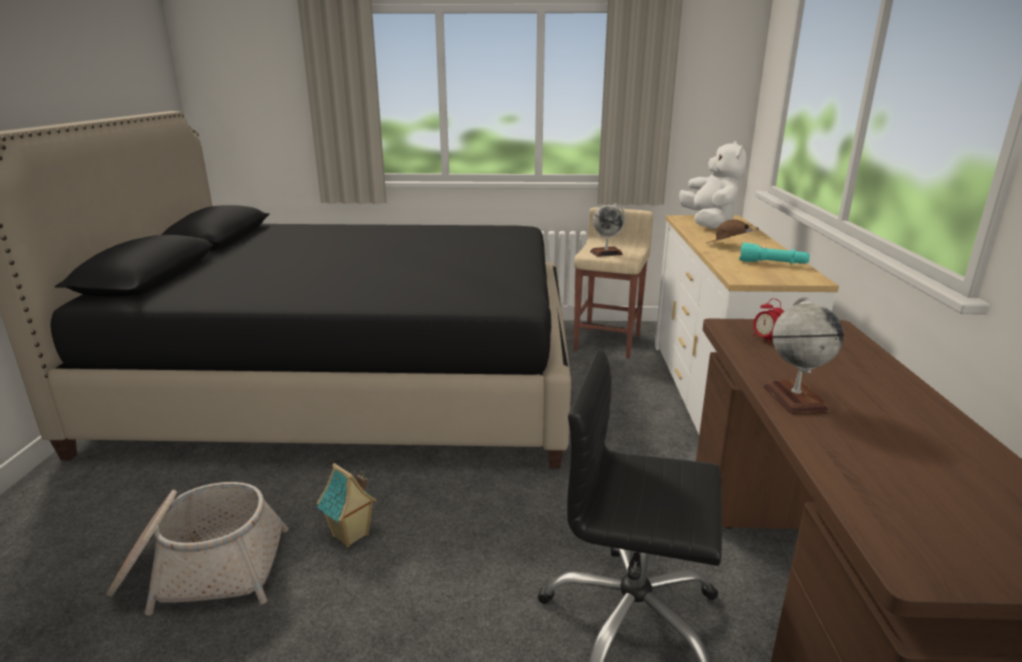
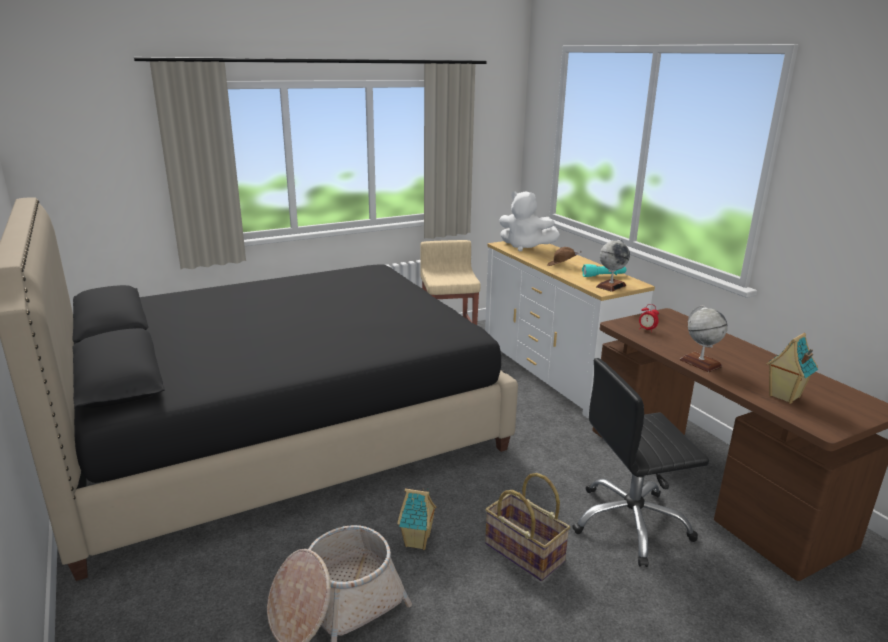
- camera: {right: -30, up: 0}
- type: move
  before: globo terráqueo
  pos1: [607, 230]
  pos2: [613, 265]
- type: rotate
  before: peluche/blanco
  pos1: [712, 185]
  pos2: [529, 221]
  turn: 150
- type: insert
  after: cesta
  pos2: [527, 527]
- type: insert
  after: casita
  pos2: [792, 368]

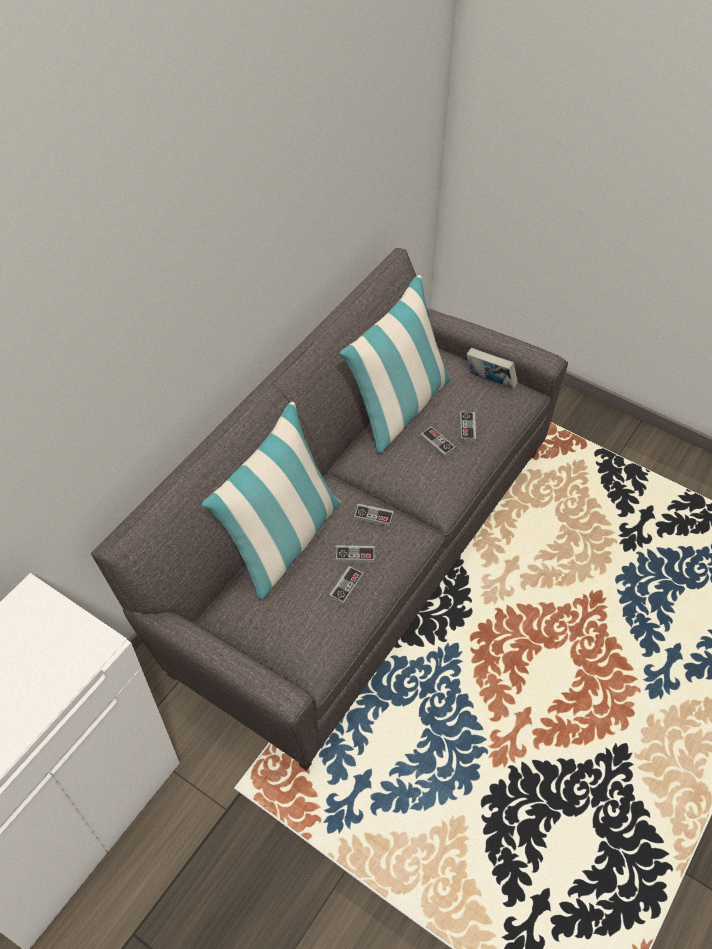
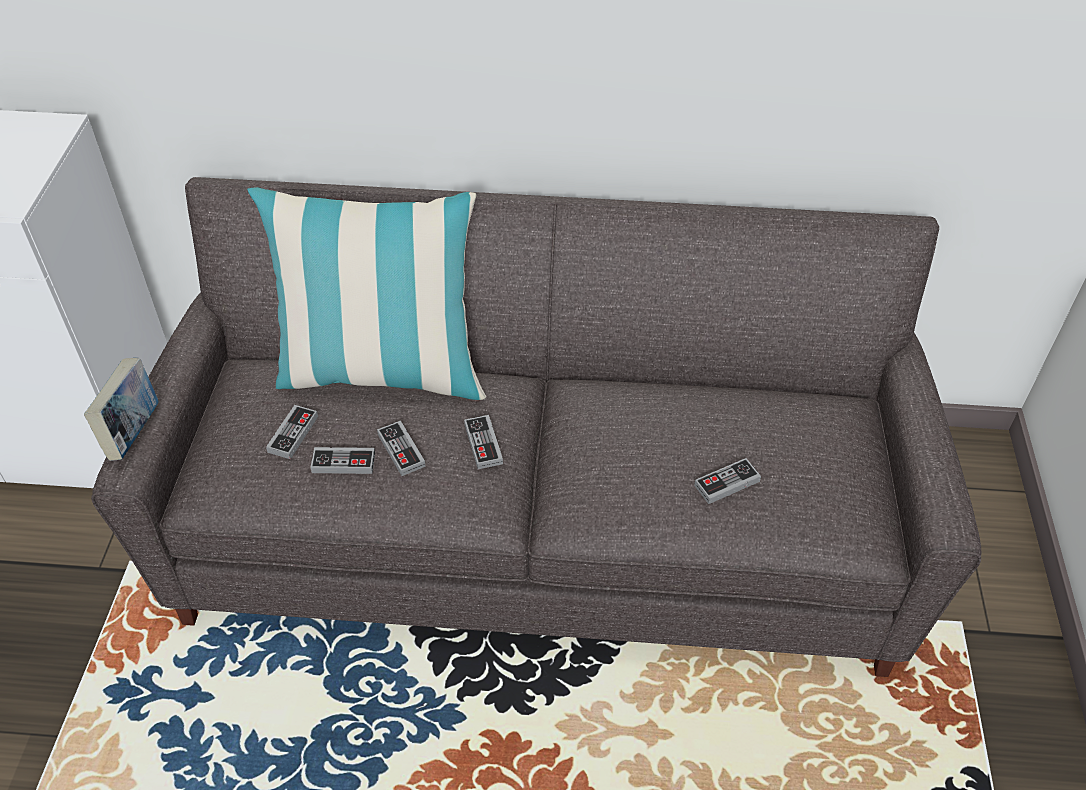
- camera: {right: 60, up: -5}
- type: delete
  before: cojín
  pos1: [395, 364]
- type: move
  before: mando de consola
  pos1: [437, 442]
  pos2: [292, 432]
- type: move
  before: libro
  pos1: [492, 368]
  pos2: [121, 409]

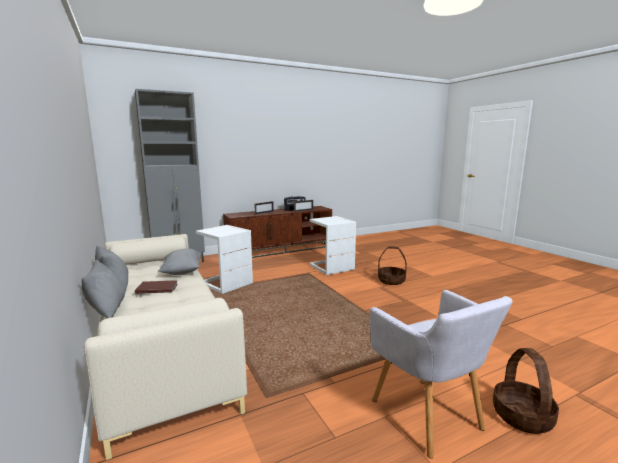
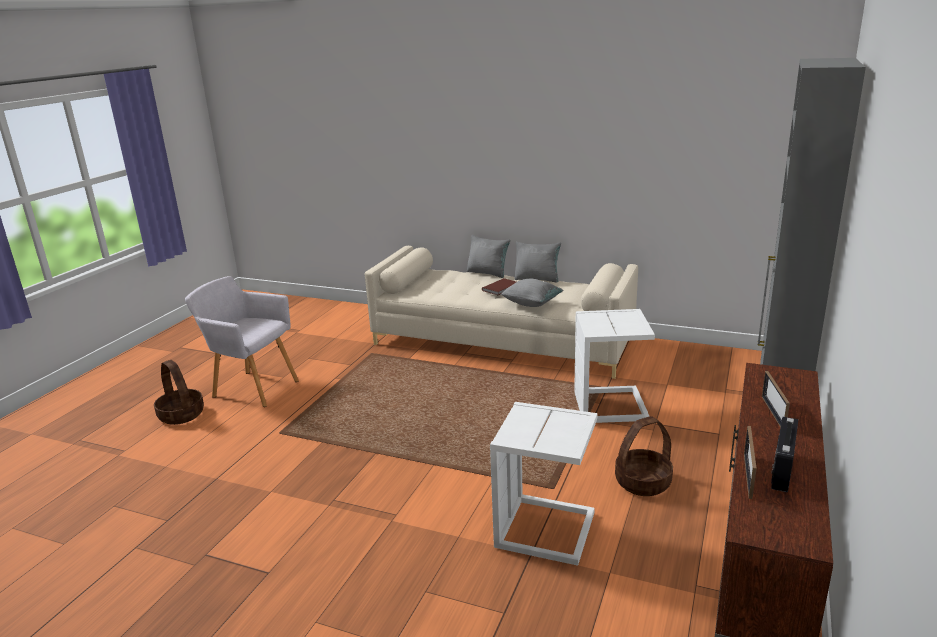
- camera: {right: 140, up: 10}
- type: move
  before: cesta
  pos1: [392, 265]
  pos2: [644, 456]

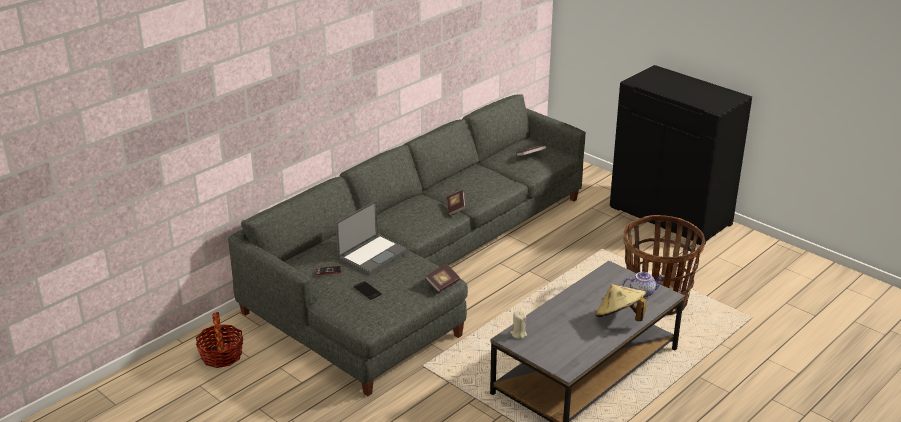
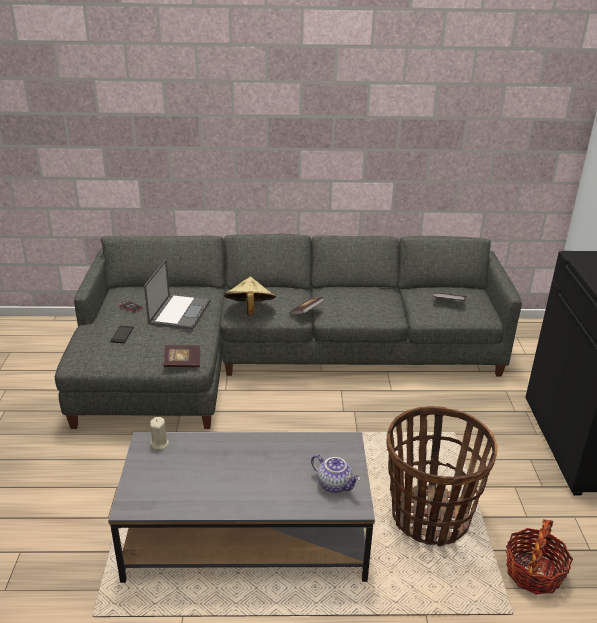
- camera: {right: 45, up: 0}
- type: move
  before: cesta
  pos1: [219, 340]
  pos2: [539, 557]
- type: rotate
  before: portátil
  pos1: [372, 238]
  pos2: [177, 294]
  turn: -75
- type: move
  before: sombrero/beis
  pos1: [621, 302]
  pos2: [250, 296]

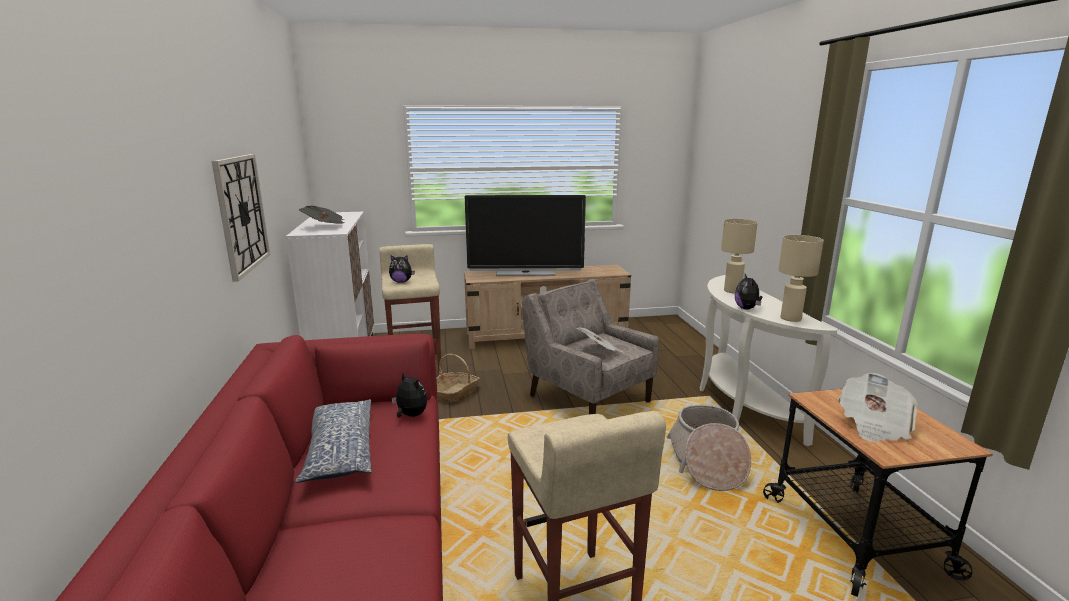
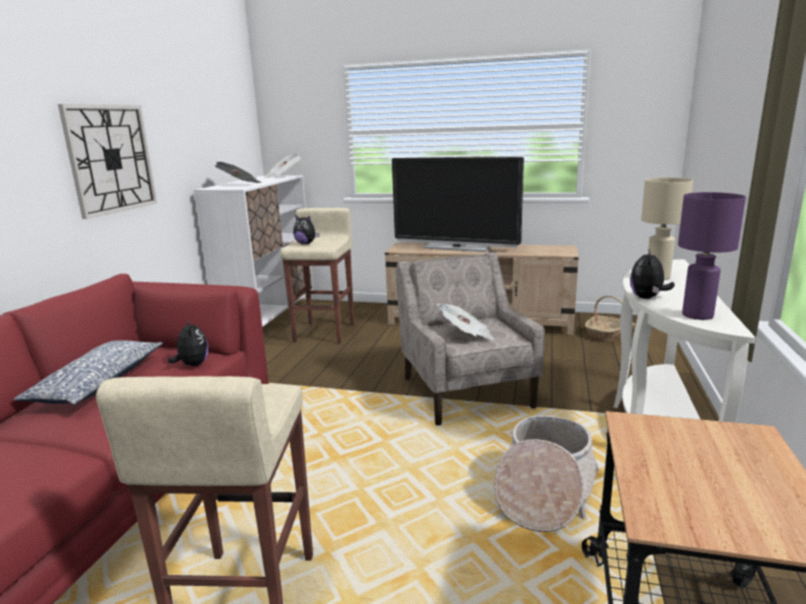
- camera: {right: 25, up: 0}
- type: move
  before: cesta
  pos1: [458, 378]
  pos2: [610, 319]
- type: recolor
  before: lámpara de mesa/beis
  after: lámpara de mesa/morado
  pos1: [801, 278]
  pos2: [712, 256]
- type: move
  before: periódico
  pos1: [878, 407]
  pos2: [282, 165]

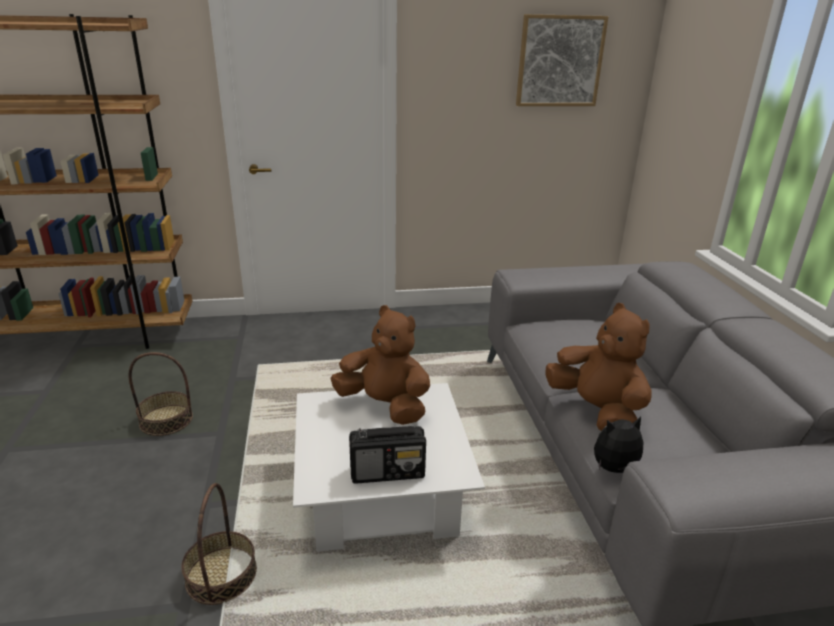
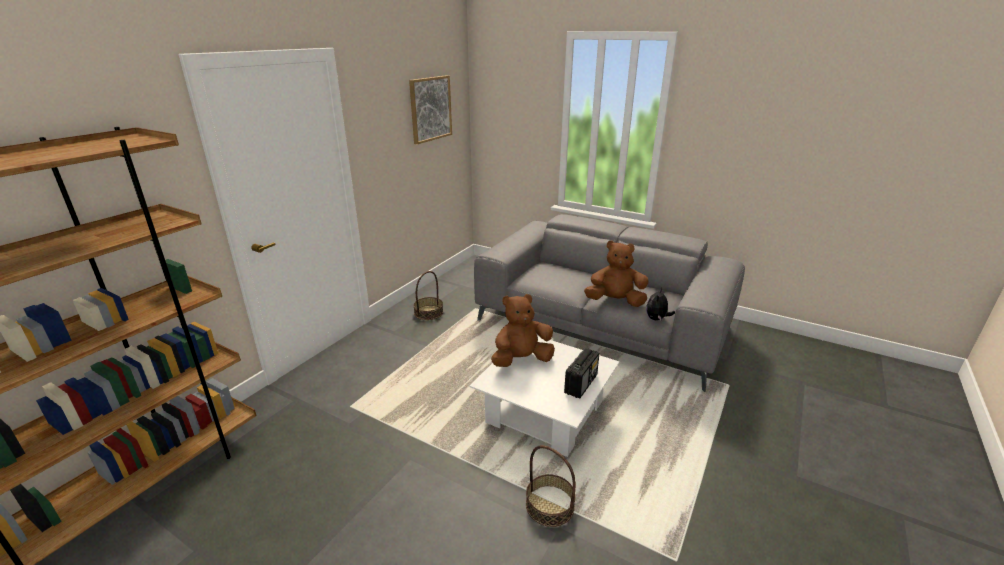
- camera: {right: -50, up: 0}
- type: move
  before: cesta
  pos1: [161, 394]
  pos2: [428, 295]

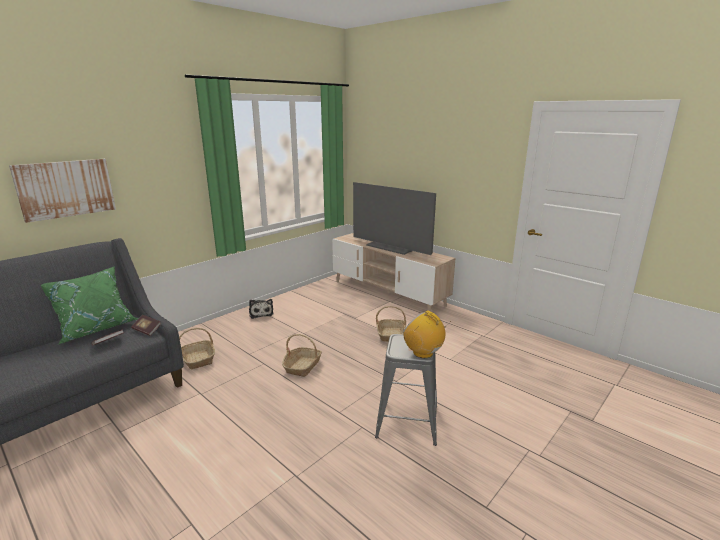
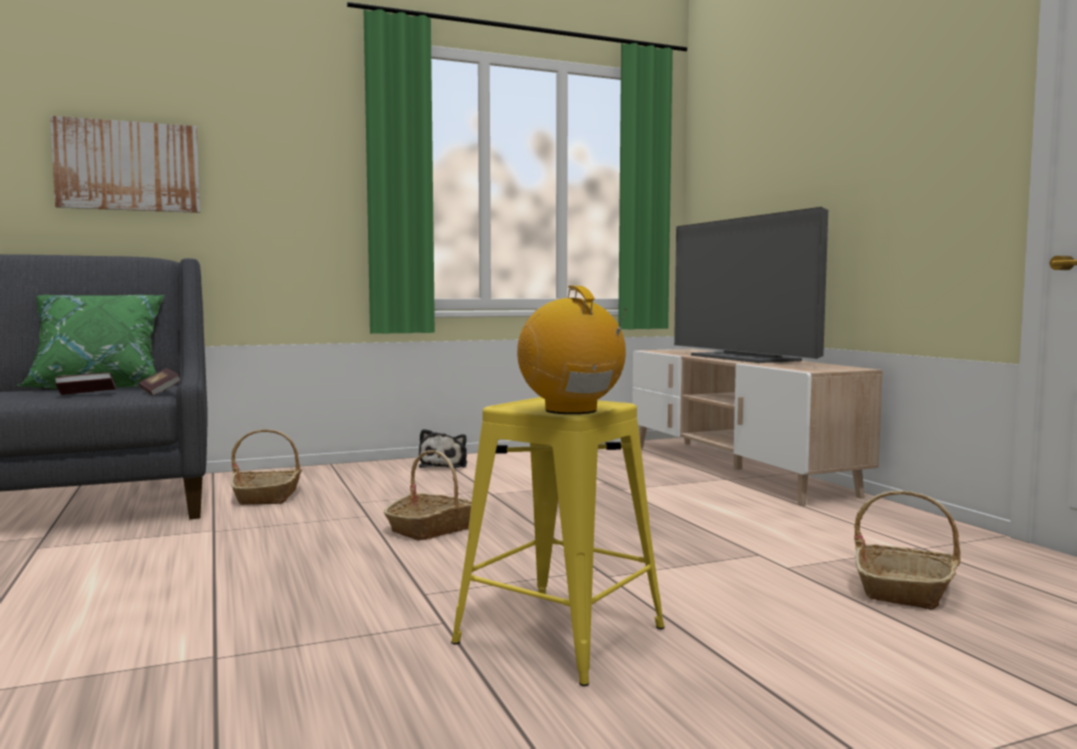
- camera: {right: 25, up: -15}
- type: recolor
  before: taburete/gris
  after: taburete/amarillo
  pos1: [406, 390]
  pos2: [558, 541]
- type: move
  before: cesta
  pos1: [391, 324]
  pos2: [907, 550]

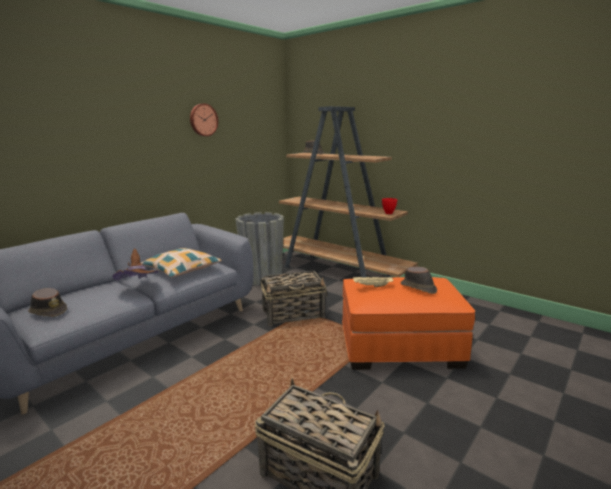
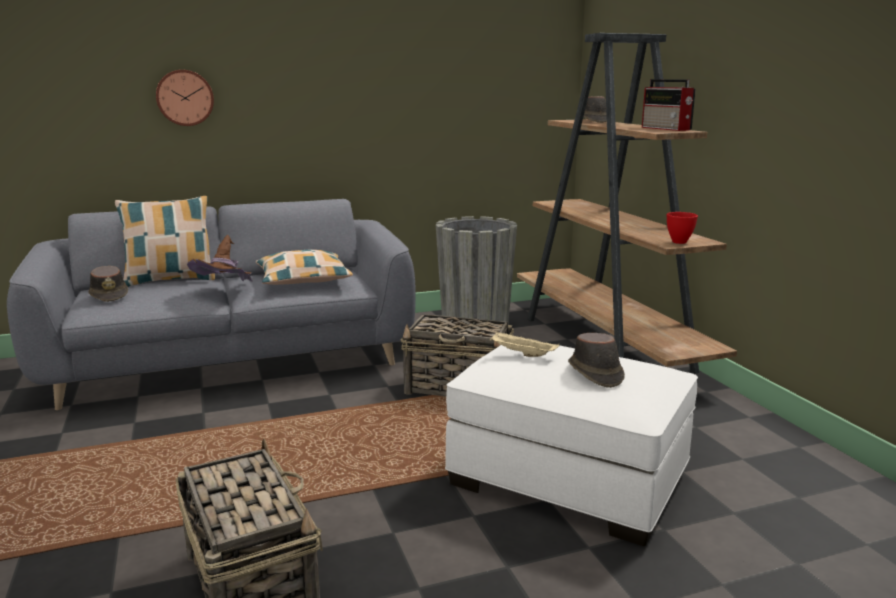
- camera: {right: 30, up: 0}
- type: move
  before: reloj de pared
  pos1: [204, 120]
  pos2: [185, 98]
- type: recolor
  before: puf/naranja
  after: puf/blanco
  pos1: [408, 323]
  pos2: [571, 445]
- type: insert
  after: cojín
  pos2: [165, 241]
- type: insert
  after: radio
  pos2: [669, 105]

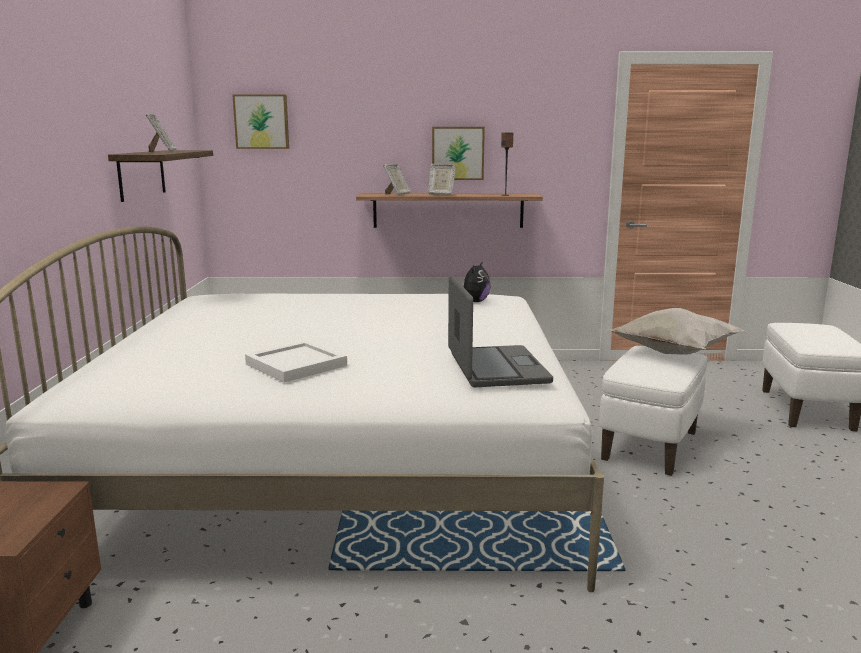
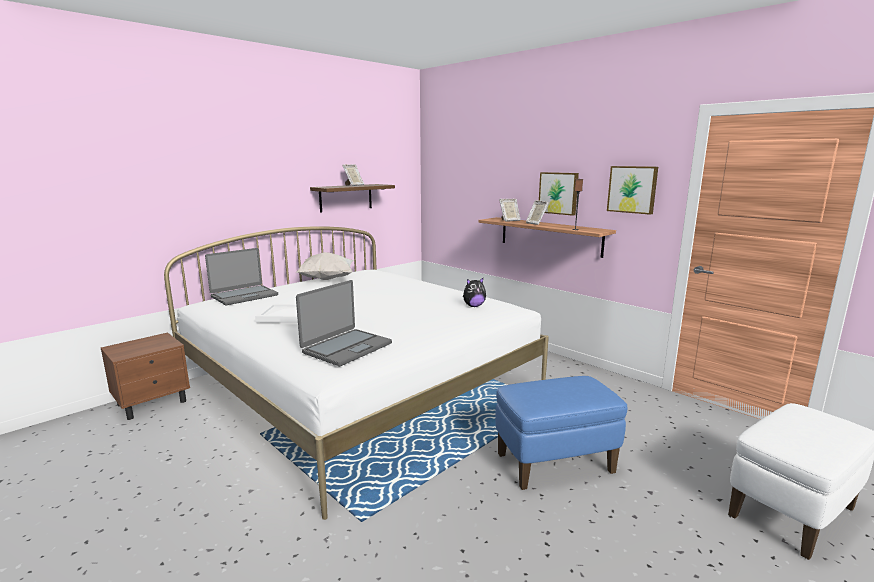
- camera: {right: 45, up: 0}
- type: move
  before: cuadro
  pos1: [260, 121]
  pos2: [632, 190]
- type: recolor
  before: puf/blanco
  after: puf/azul
  pos1: [653, 411]
  pos2: [561, 433]
- type: move
  before: cojín/blanco
  pos1: [676, 331]
  pos2: [324, 266]
- type: insert
  after: portátil
  pos2: [241, 276]

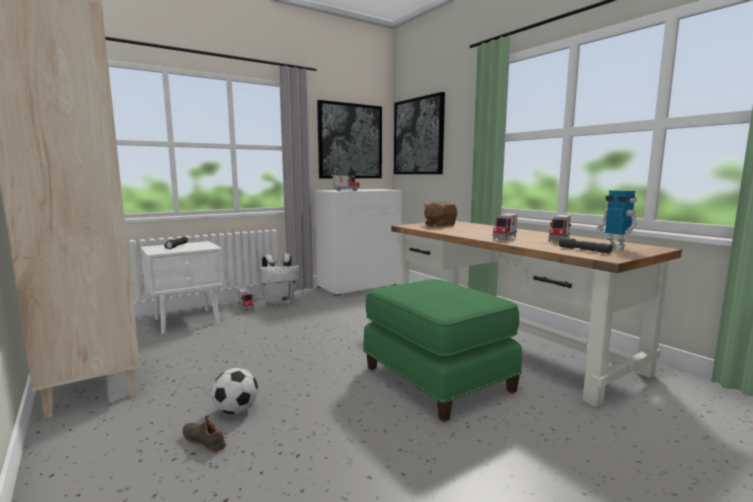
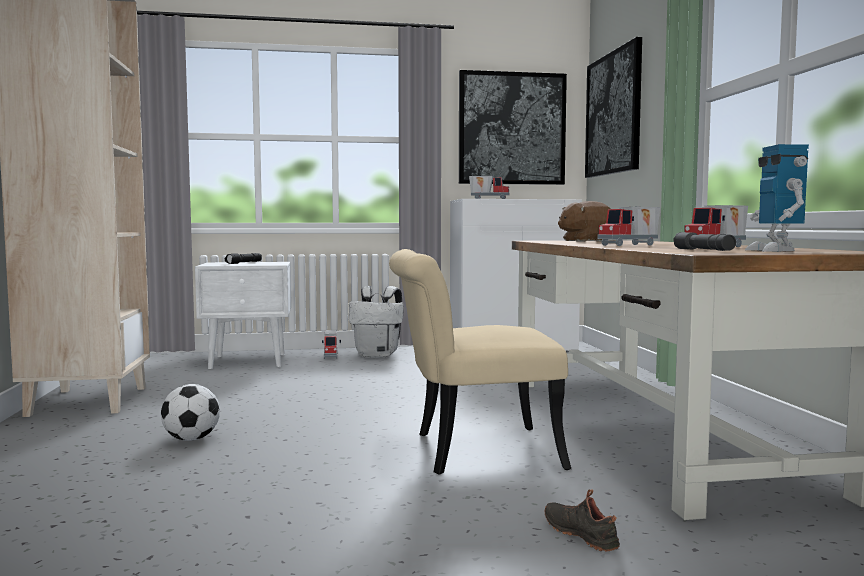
- camera: {right: 25, up: -5}
- type: move
  before: zapato/negro
  pos1: [204, 434]
  pos2: [582, 520]
- type: replace
  before: puf/verde
  after: silla/beis
  pos1: [442, 350]
  pos2: [480, 361]

